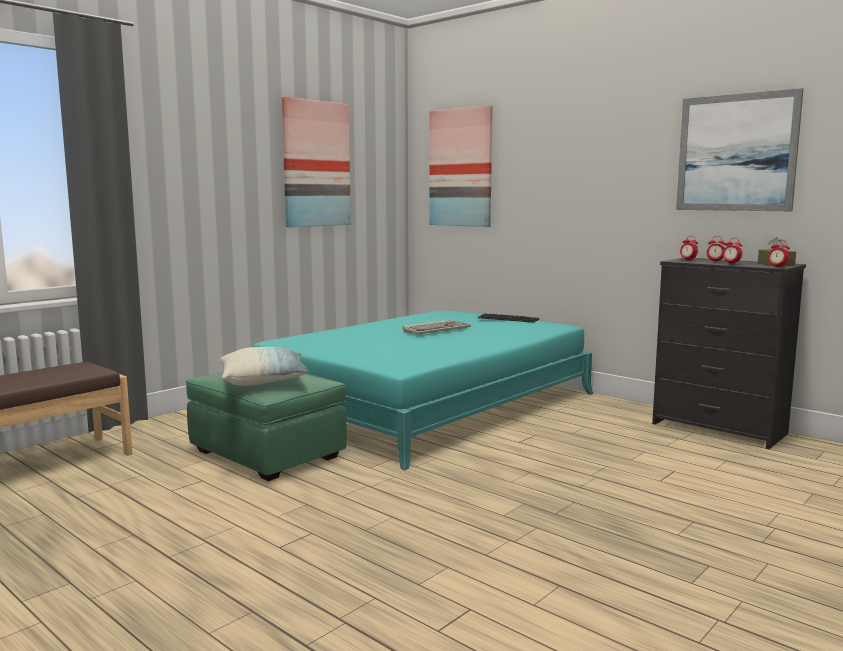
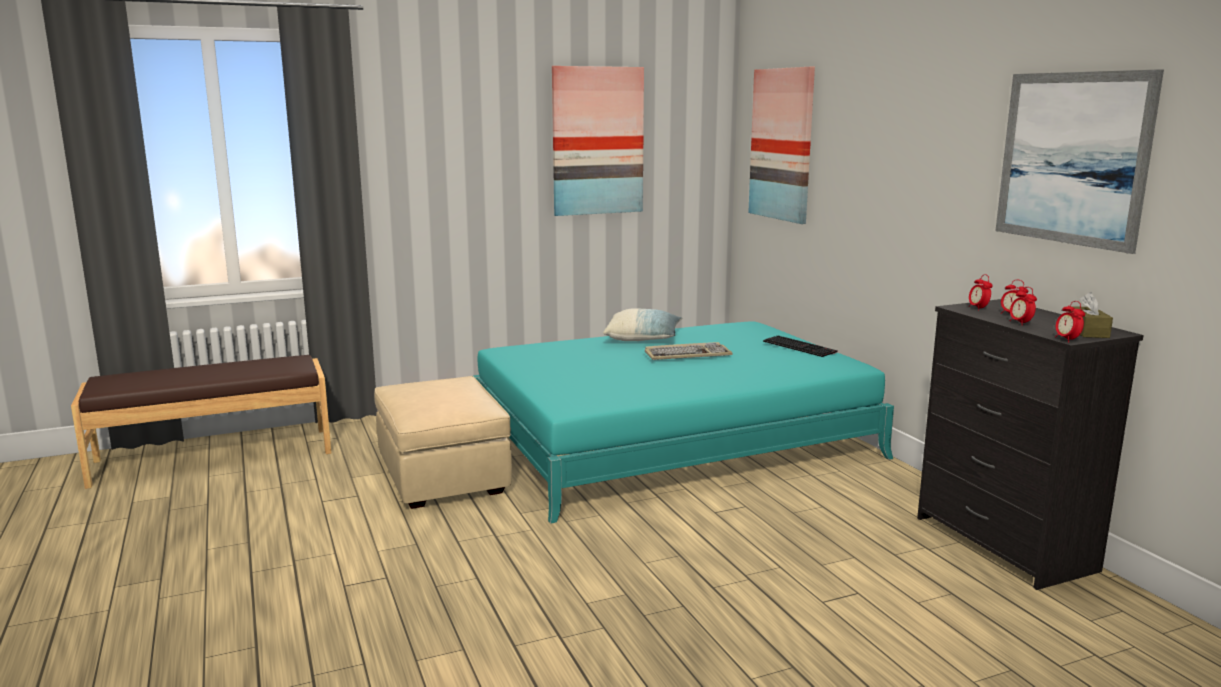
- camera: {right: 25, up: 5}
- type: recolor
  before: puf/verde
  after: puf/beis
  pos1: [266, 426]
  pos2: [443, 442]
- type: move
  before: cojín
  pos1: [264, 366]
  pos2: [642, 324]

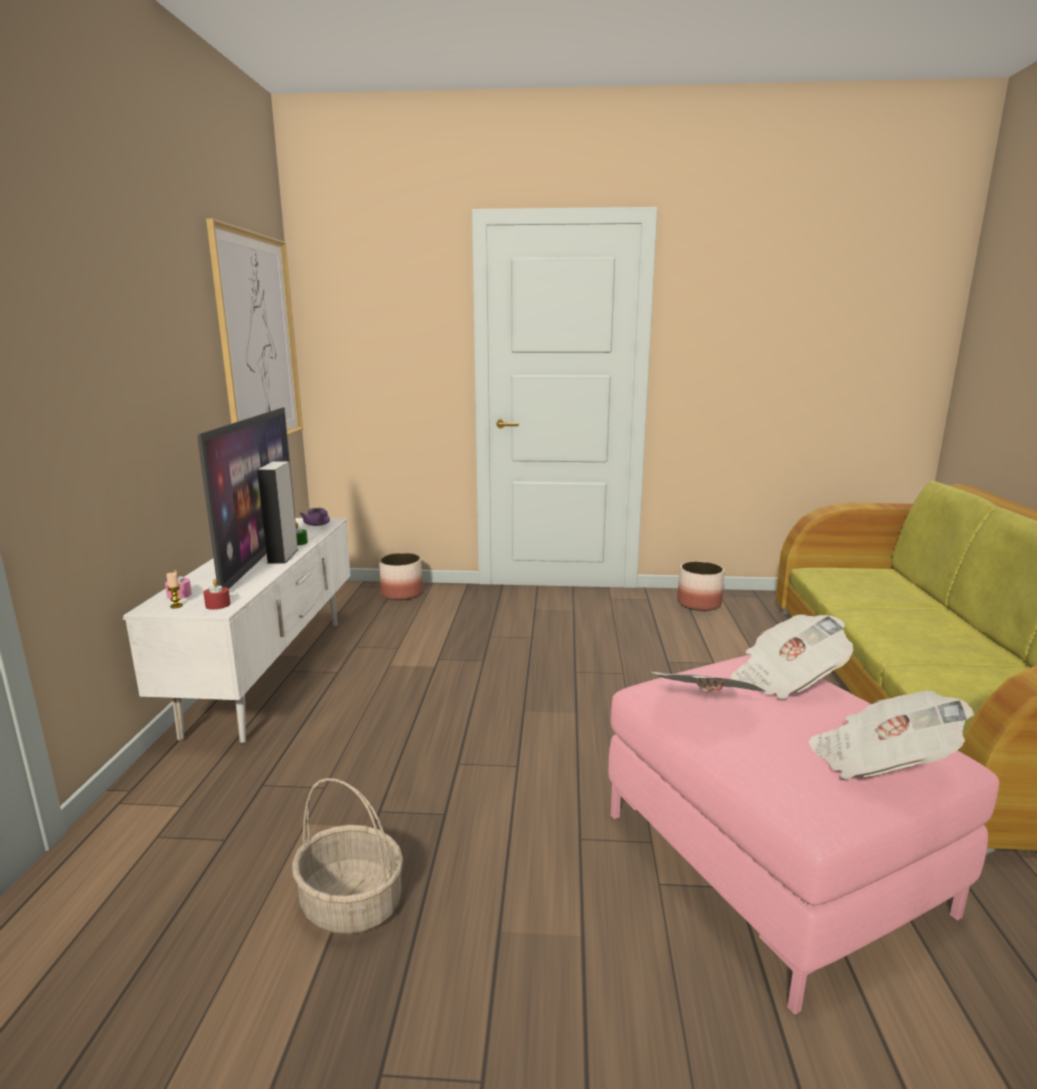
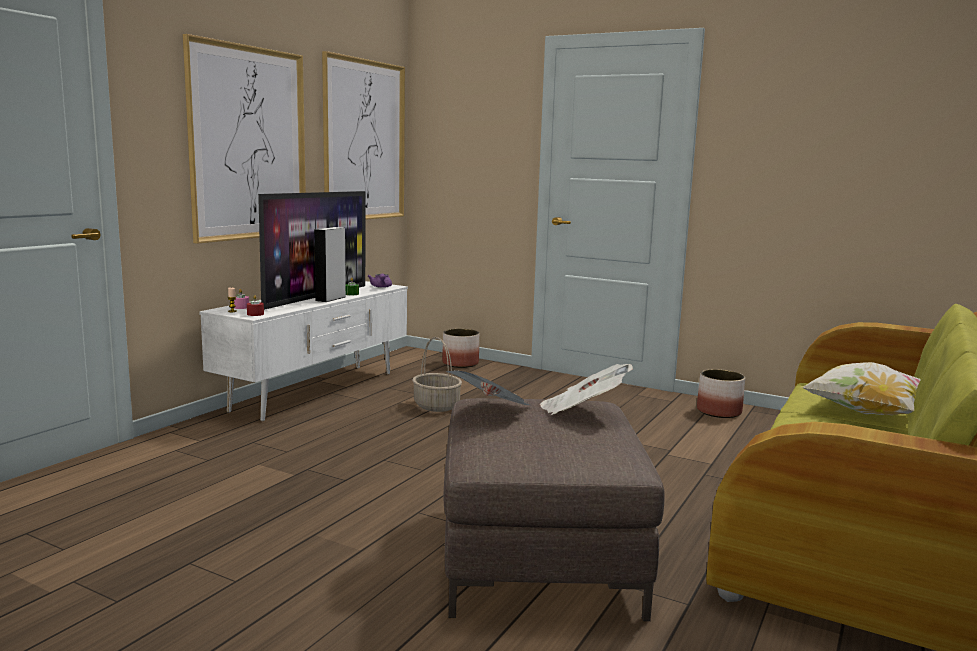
- camera: {right: 25, up: -5}
- type: move
  before: cesta
  pos1: [347, 856]
  pos2: [437, 374]
- type: recolor
  before: puf/rosa
  after: puf/marrón
  pos1: [803, 835]
  pos2: [554, 509]
- type: delete
  before: periódico
  pos1: [891, 735]
- type: insert
  after: cuadro
  pos2: [244, 139]
- type: insert
  after: cojín
  pos2: [861, 388]

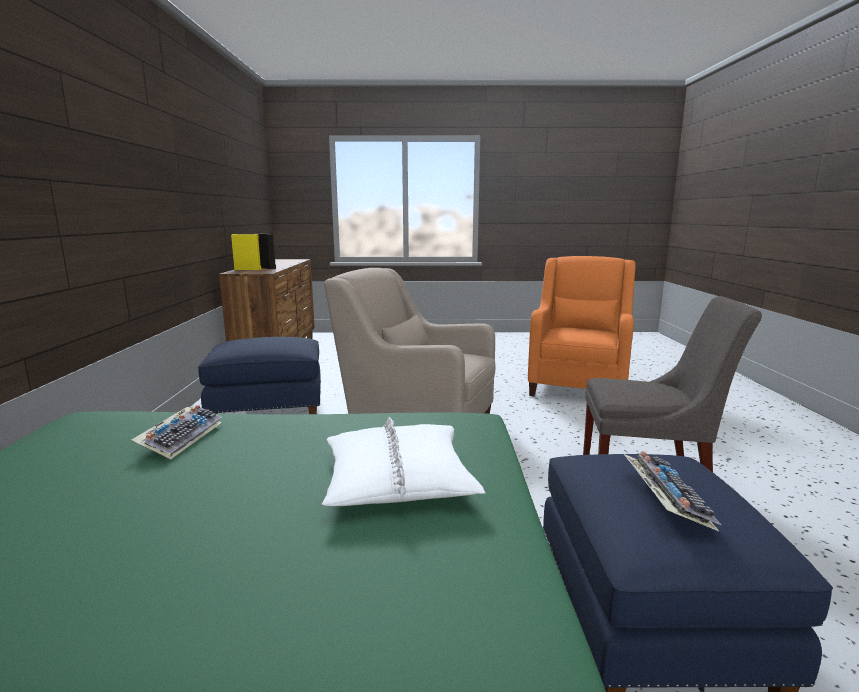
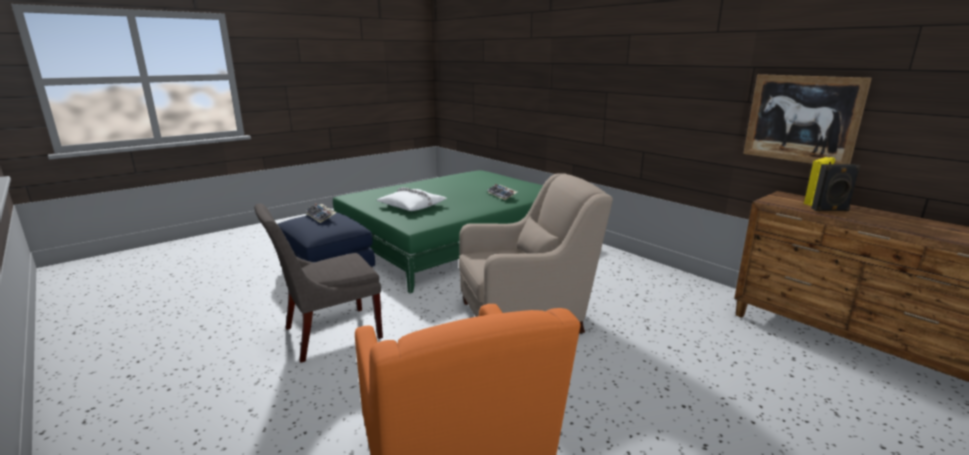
- camera: {right: 140, up: 5}
- type: delete
  before: puf/azul
  pos1: [259, 375]
- type: insert
  after: cuadro
  pos2: [807, 119]

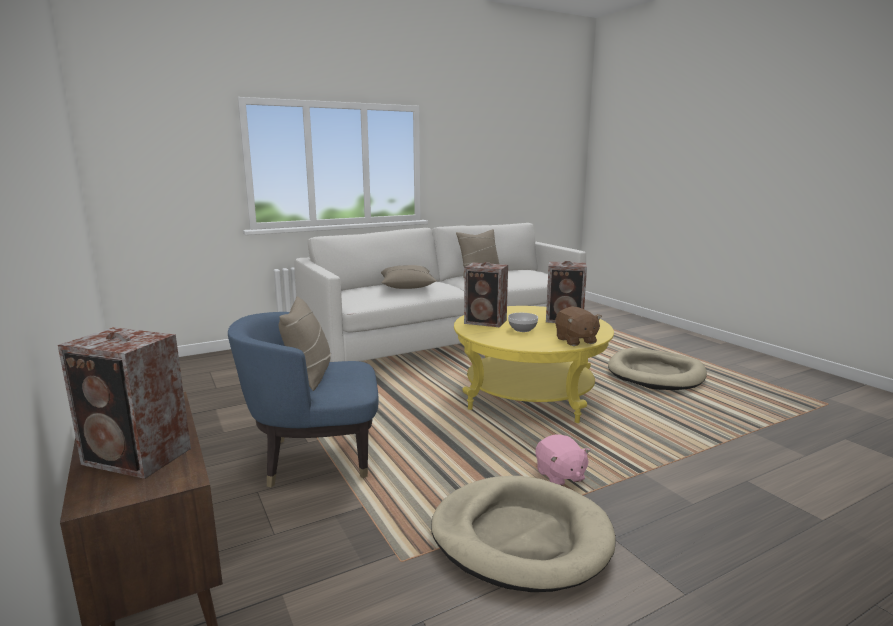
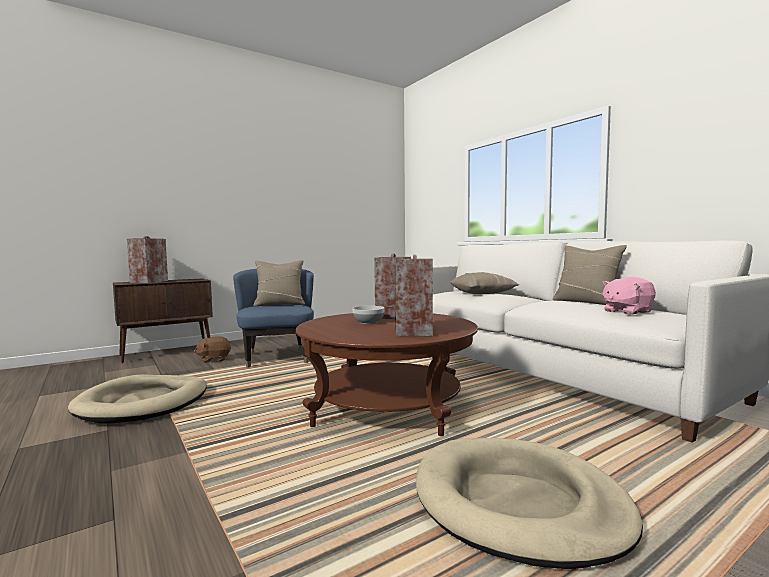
- camera: {right: 85, up: -10}
- type: recolor
  before: mesa de centro/amarillo
  after: mesa de centro/marrón
  pos1: [534, 364]
  pos2: [387, 374]
- type: move
  before: peluche/rosa
  pos1: [563, 460]
  pos2: [629, 296]
- type: move
  before: peluche/marrón
  pos1: [578, 326]
  pos2: [212, 349]

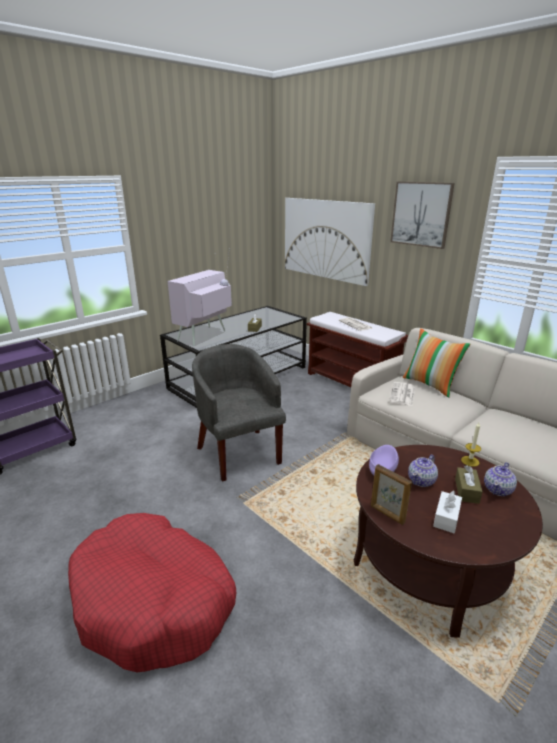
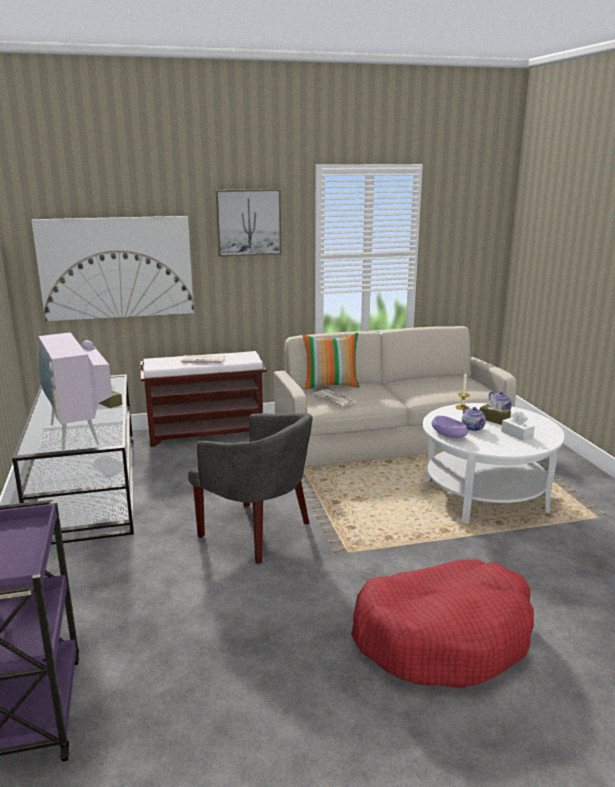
- camera: {right: -60, up: -5}
- type: rotate
  before: sillón/gris
  pos1: [239, 412]
  pos2: [250, 488]
  turn: -150
- type: recolor
  before: mesa de centro/marrón
  after: mesa de centro/blanco
  pos1: [448, 541]
  pos2: [494, 463]
- type: delete
  before: portarretratos
  pos1: [391, 494]

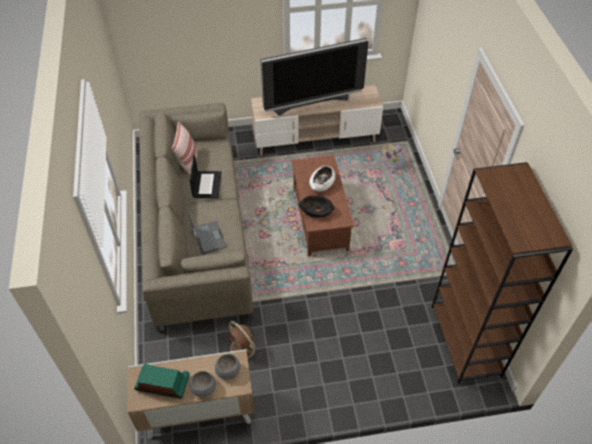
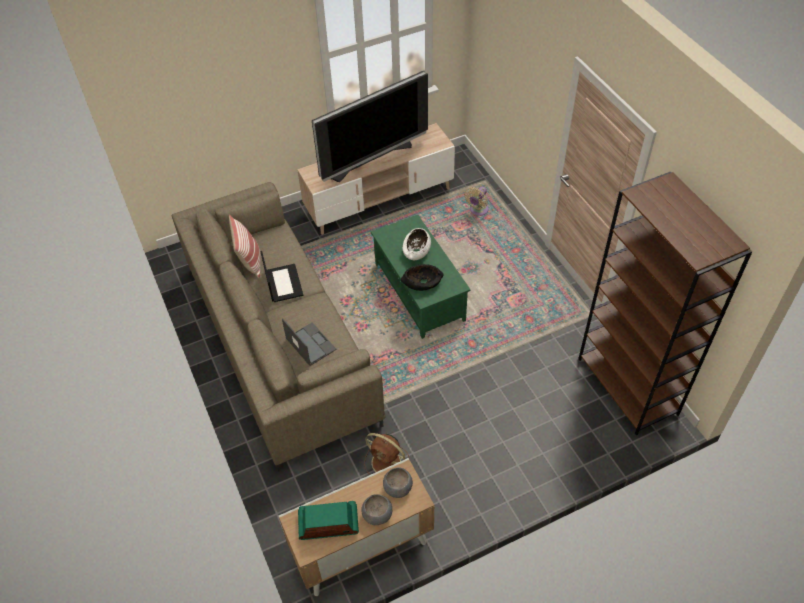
- camera: {right: -15, up: 0}
- type: recolor
  before: mesa de centro/marrón
  after: mesa de centro/verde
  pos1: [322, 206]
  pos2: [421, 277]

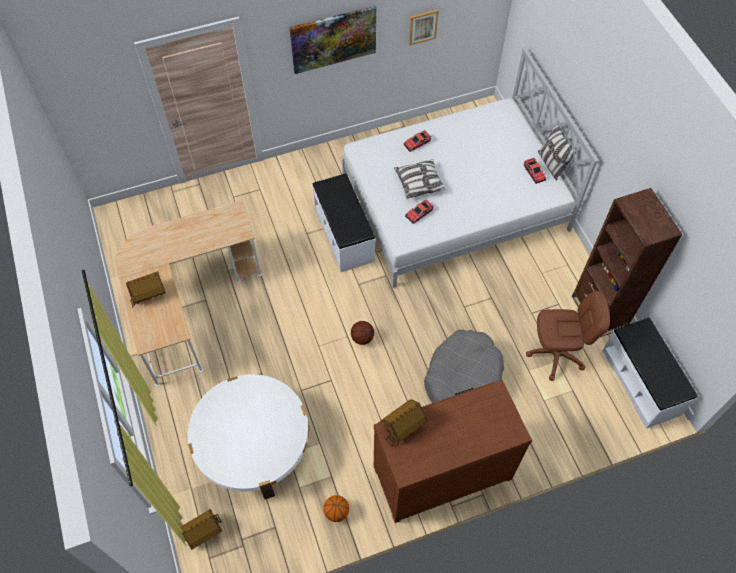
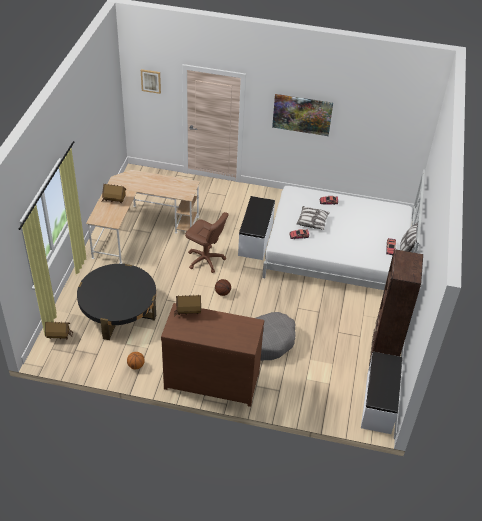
- camera: {right: 30, up: -15}
- type: recolor
  before: mesa de centro/blanco
  after: mesa de centro/negro
  pos1: [248, 437]
  pos2: [116, 302]
- type: move
  before: cuadro
  pos1: [424, 27]
  pos2: [151, 81]
- type: move
  before: silla de oficina/marrón
  pos1: [568, 336]
  pos2: [207, 242]

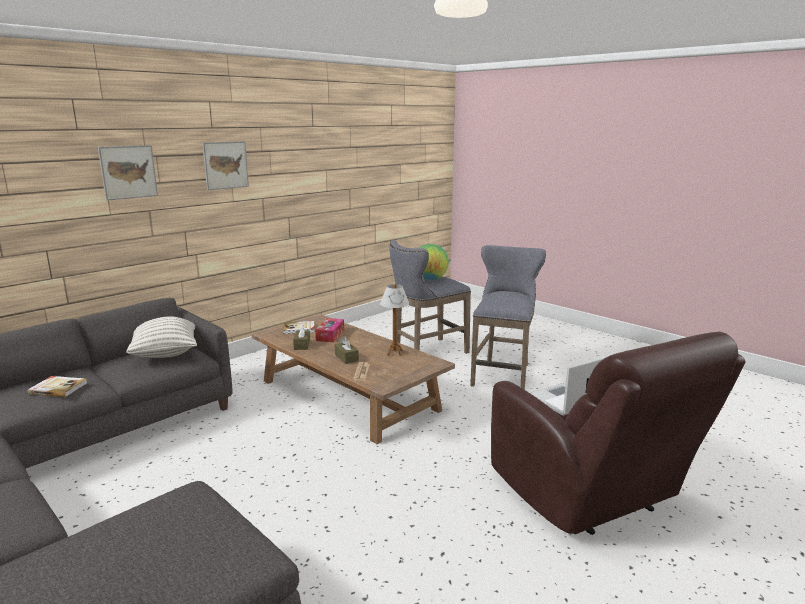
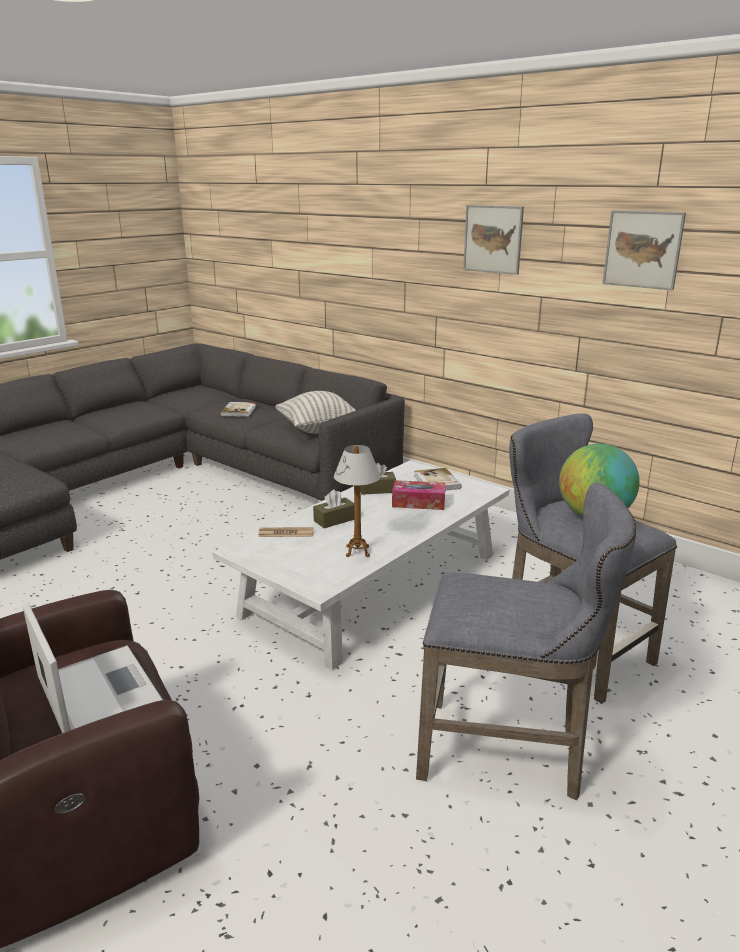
- camera: {right: 85, up: 5}
- type: move
  before: cuadro
  pos1: [128, 173]
  pos2: [644, 250]
- type: recolor
  before: mesa de centro/marrón
  after: mesa de centro/blanco
  pos1: [353, 379]
  pos2: [360, 565]

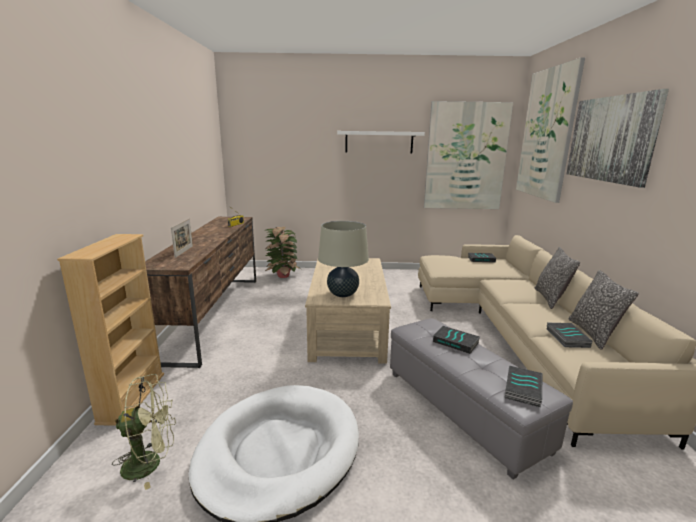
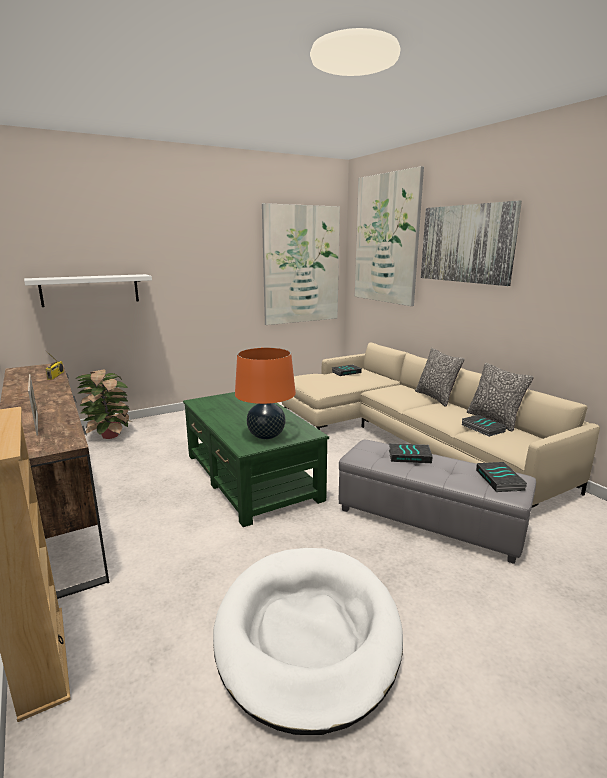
- camera: {right: -30, up: 0}
- type: delete
  before: ventilador/verde
  pos1: [144, 432]
- type: recolor
  before: mesa de centro/beis
  after: mesa de centro/verde
  pos1: [348, 311]
  pos2: [256, 459]
- type: recolor
  before: lámpara de mesa/beis
  after: lámpara de mesa/naranja
  pos1: [343, 259]
  pos2: [265, 393]
- type: move
  before: estante/blanco
  pos1: [381, 142]
  pos2: [88, 290]

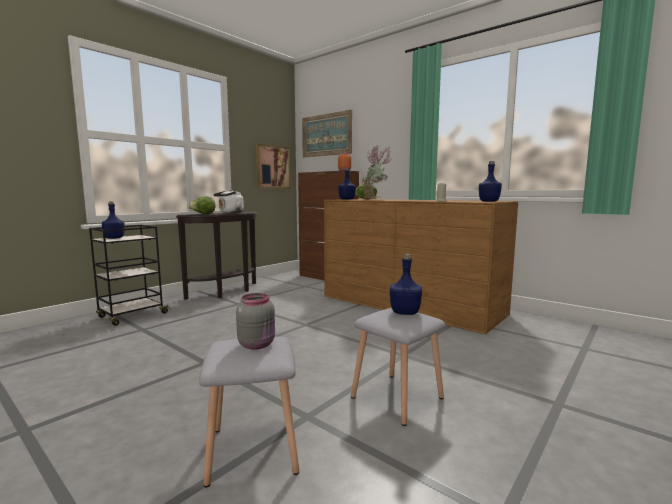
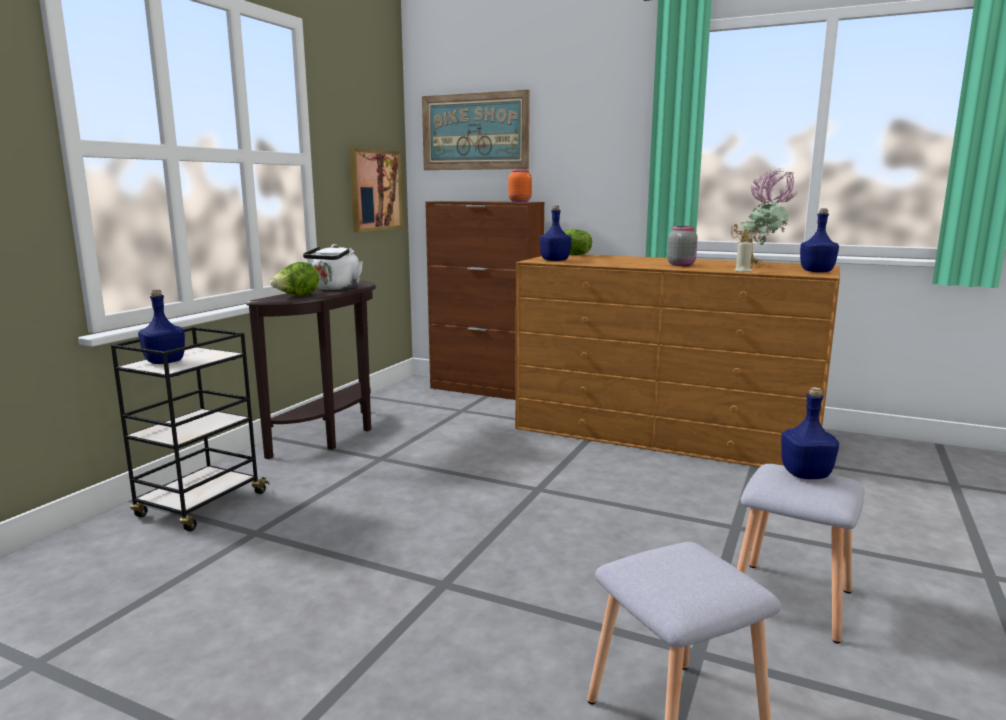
- camera: {right: -15, up: 5}
- type: move
  before: tarro/gris
  pos1: [255, 321]
  pos2: [682, 246]
- type: move
  before: planta en maceta
  pos1: [377, 172]
  pos2: [763, 217]

